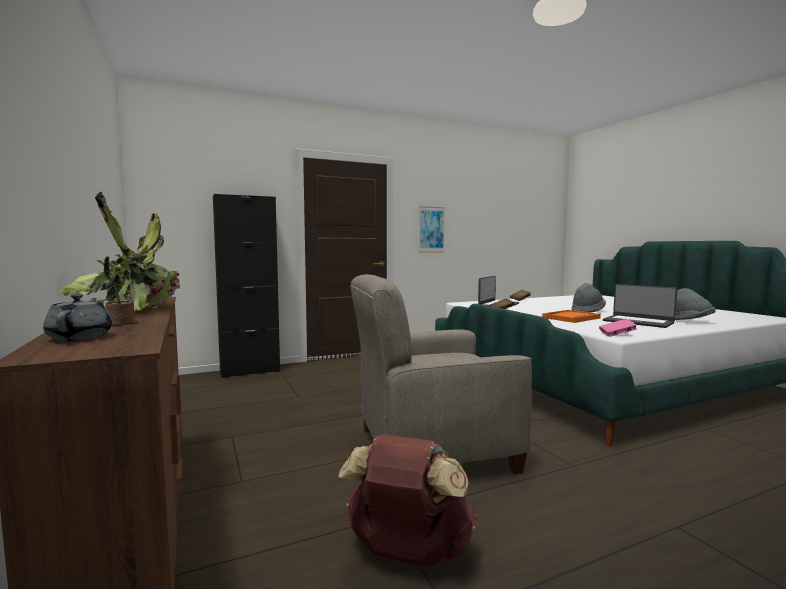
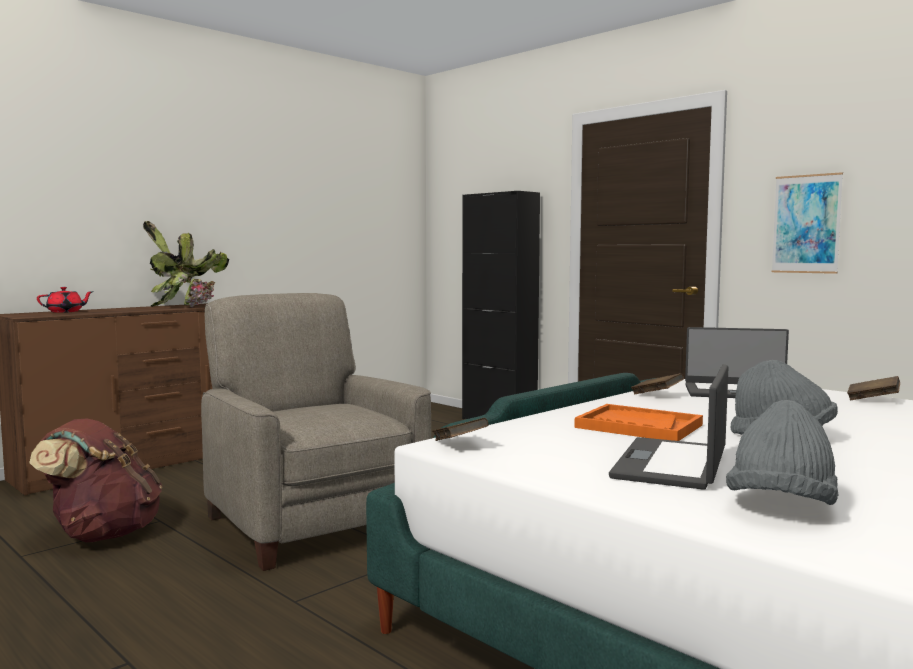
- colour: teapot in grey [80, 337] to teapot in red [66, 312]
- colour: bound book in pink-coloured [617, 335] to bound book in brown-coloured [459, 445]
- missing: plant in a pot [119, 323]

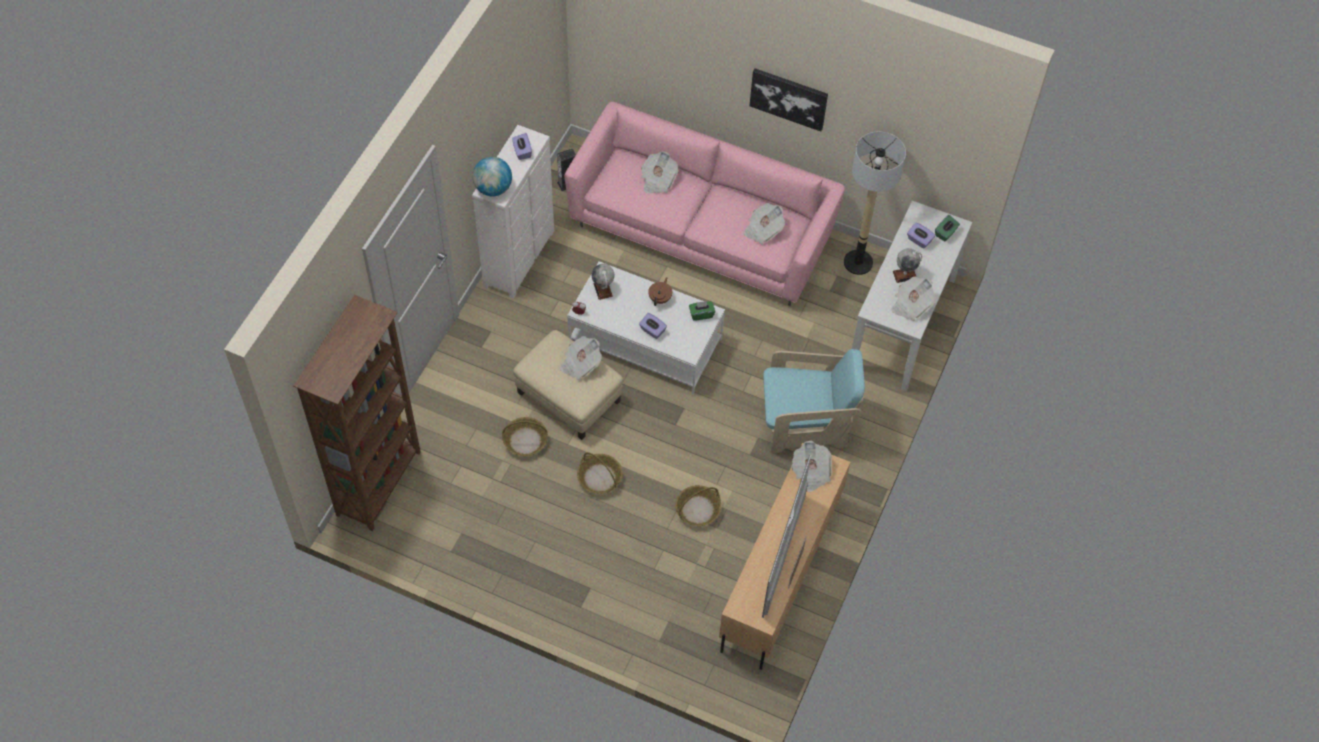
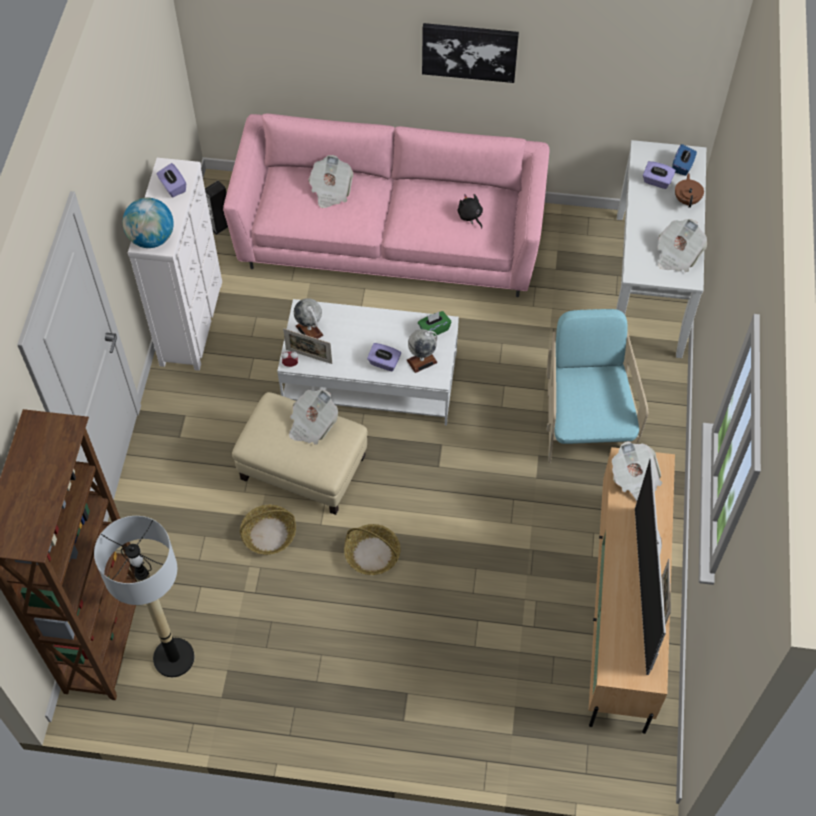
- relocated: floor lamp [858, 262] to [174, 657]
- appeared: picture frame [309, 356]
- relocated: globe [904, 275] to [422, 361]
- exchanged: printed paper [763, 230] to plush toy in black [470, 216]
- spun: easy chair in turquoise [805, 423] = [585, 423] 75 degrees counterclockwise
- colour: tissue holder in green-coloured [945, 233] to tissue holder in bluish [682, 166]
- relocated: teapot in brown-coloured [660, 298] to [687, 200]
- missing: storage basket [698, 509]

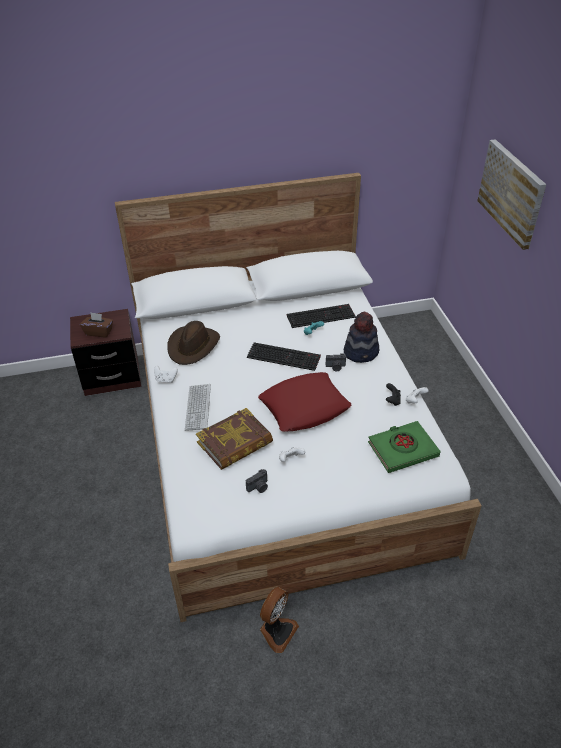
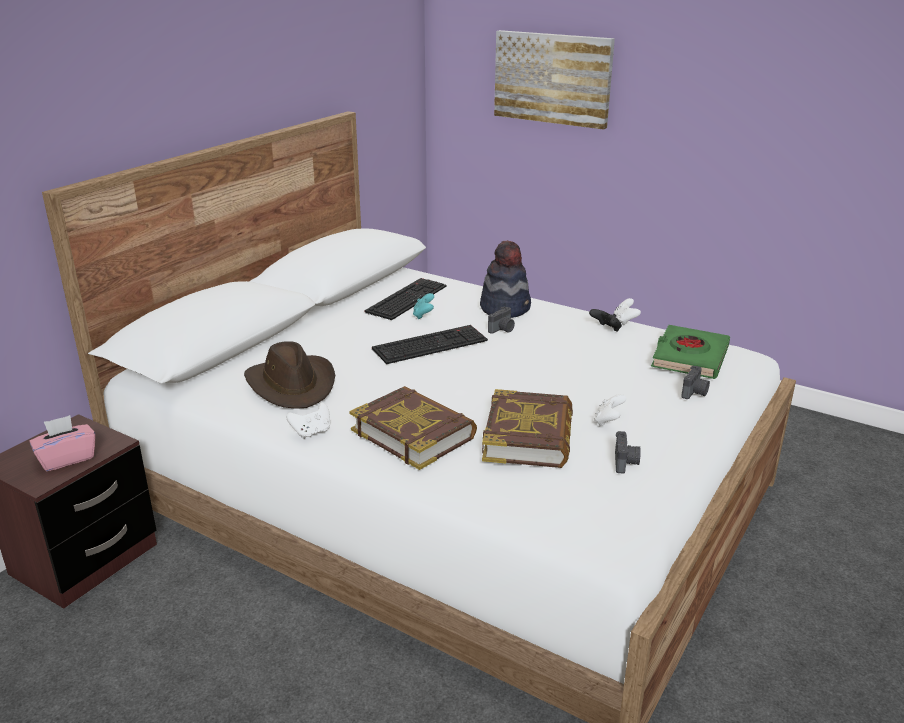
- colour: tissue holder in brown-coloured [99, 332] to tissue holder in pink-coloured [67, 458]
- exchanged: keyboard [198, 407] to bound book [413, 433]
- appeared: still camera [695, 393]
- missing: cushion in red [304, 407]
- missing: electric fan [277, 631]

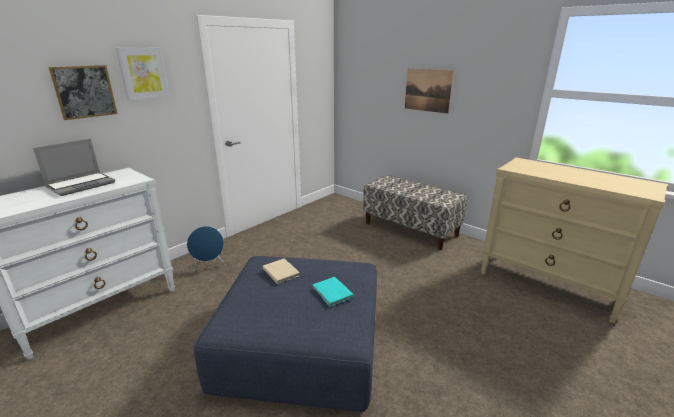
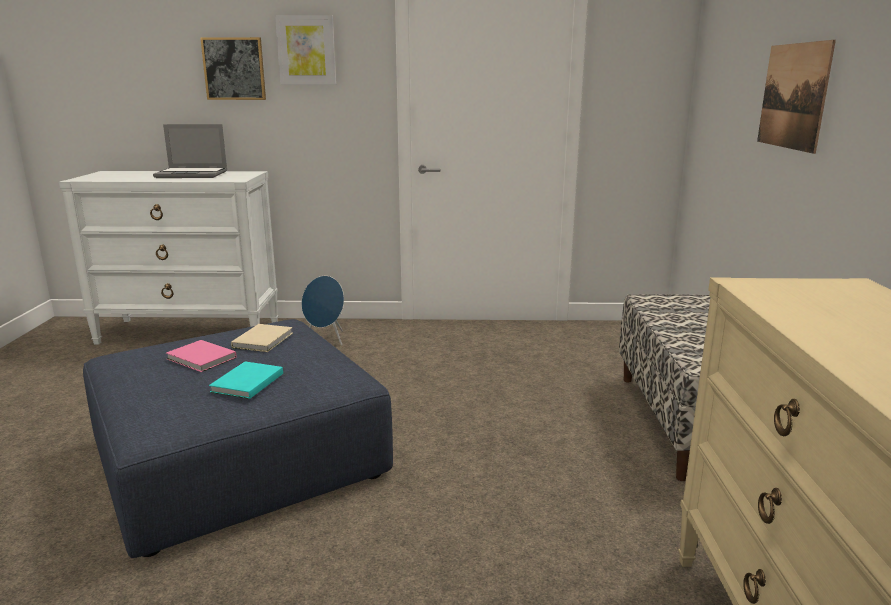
- appeared: bound book in pink-coloured [201, 359]

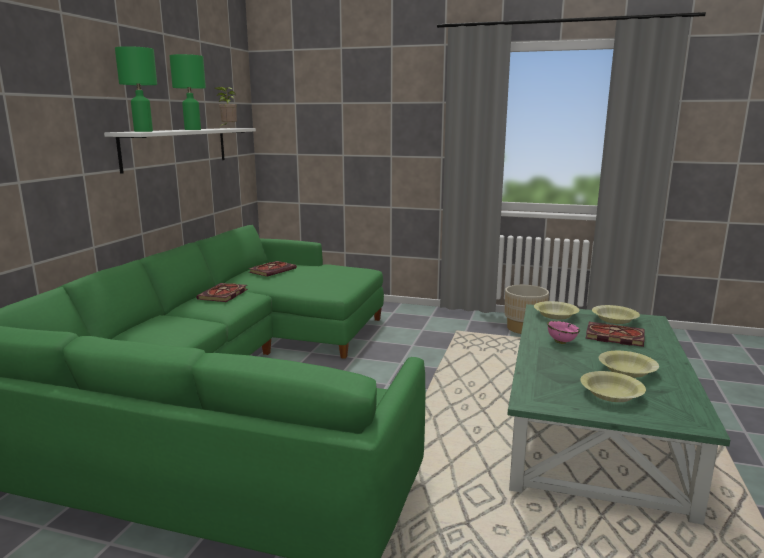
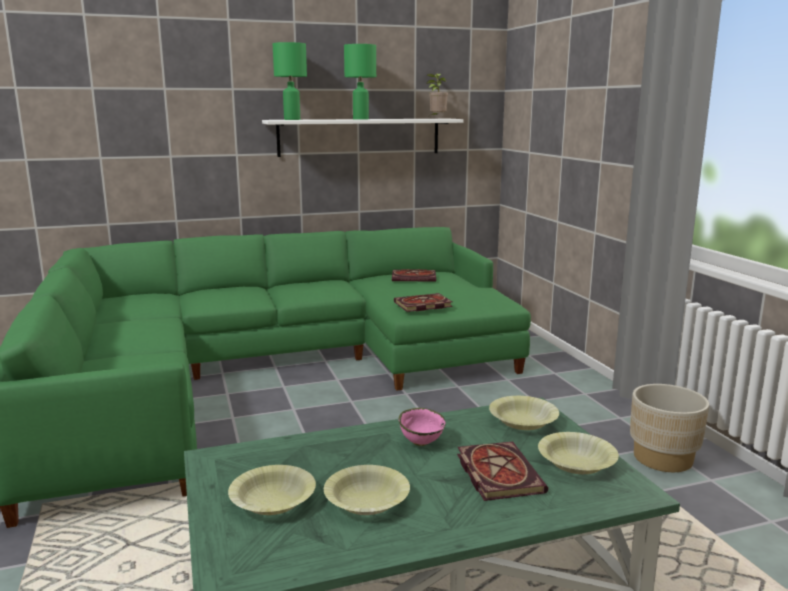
- relocated: bound book [223, 295] to [422, 305]

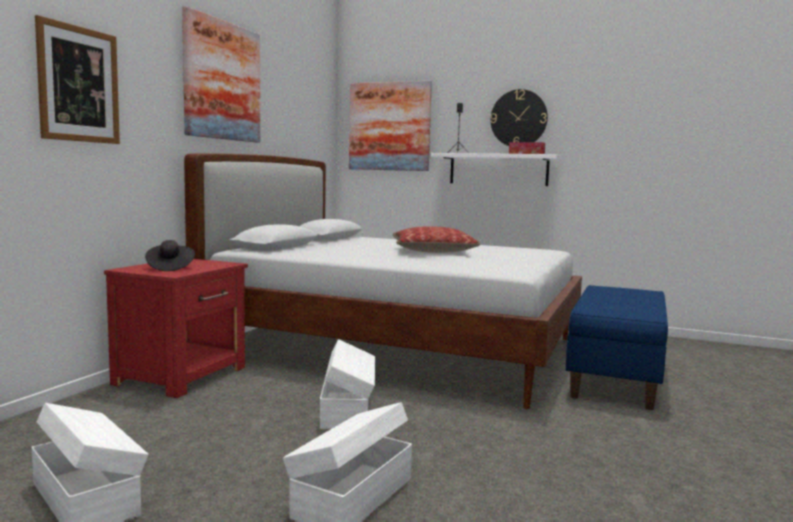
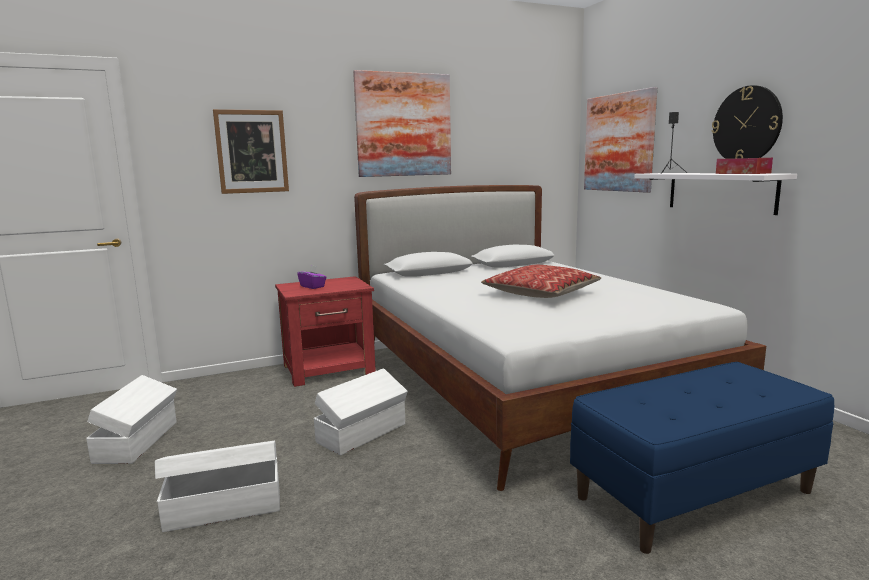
- exchanged: wearable hat in black [170, 268] to tissue holder in purple-coloured [312, 286]

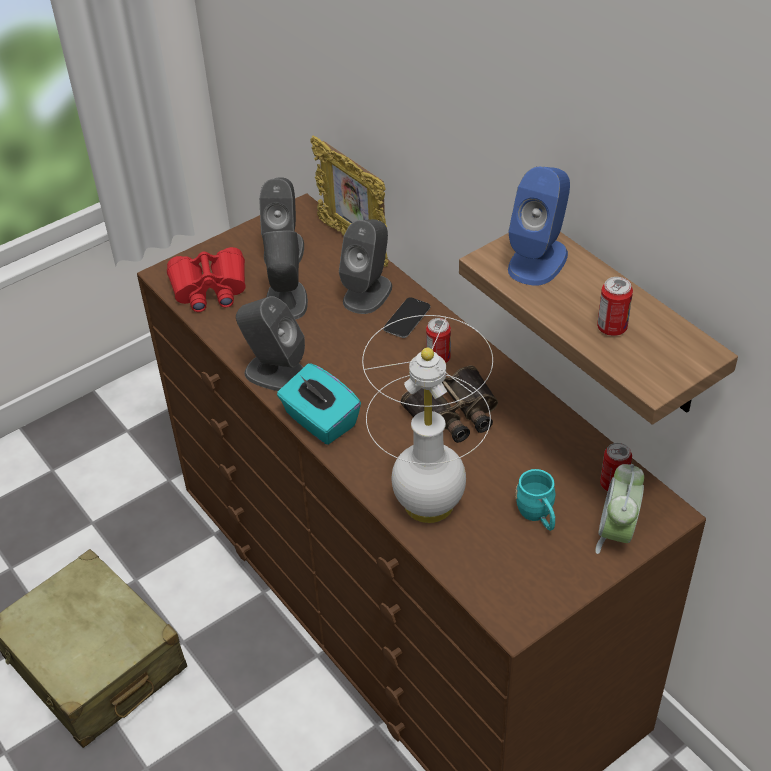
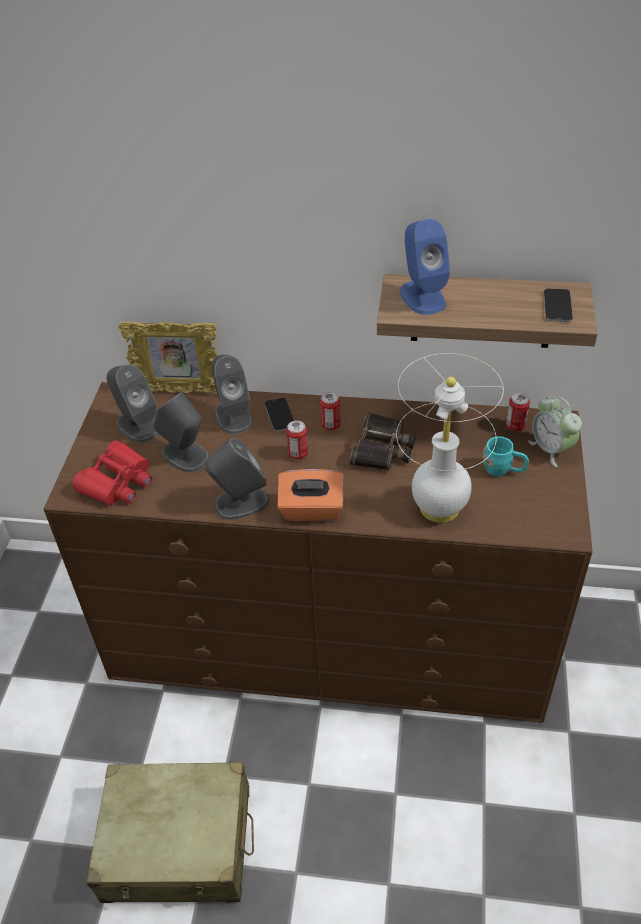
- colour: tissue holder in turquoise [320, 421] to tissue holder in orange [311, 510]
- relocated: can [612, 328] to [298, 454]
- appeared: phone [557, 306]

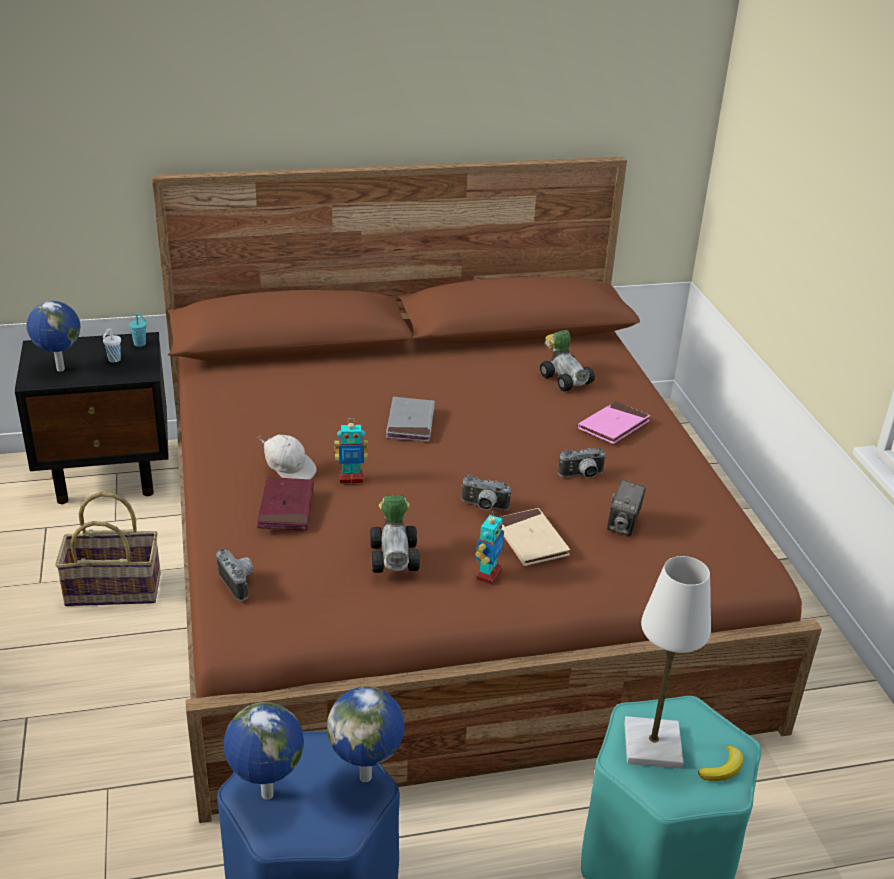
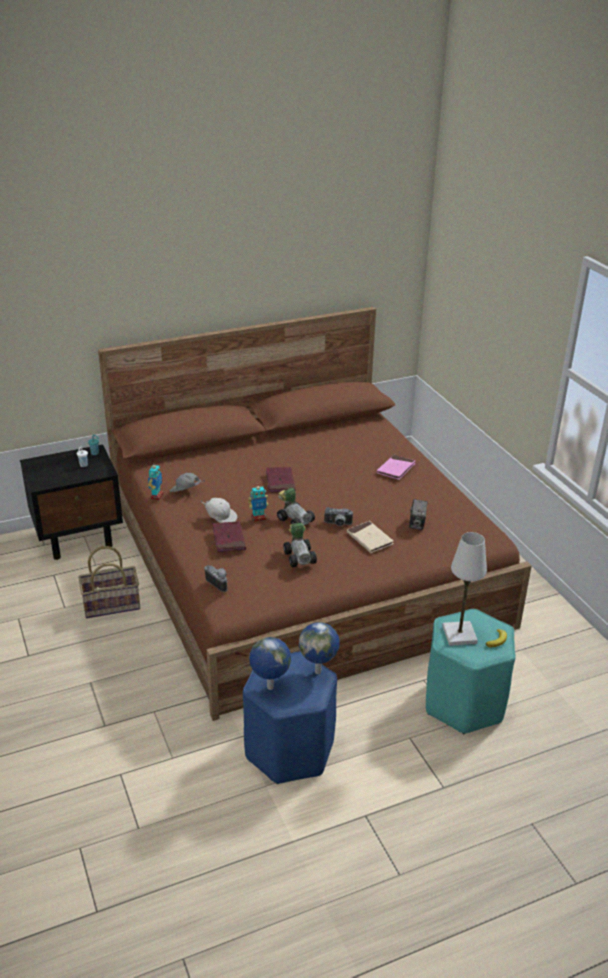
- relocated: robot figure [488, 574] to [156, 496]
- appeared: peaked cap in grey [185, 491]
- colour: bound book in grey [410, 423] to bound book in red [280, 481]
- relocated: toy car [565, 378] to [295, 519]
- missing: globe [59, 369]
- missing: still camera [582, 476]

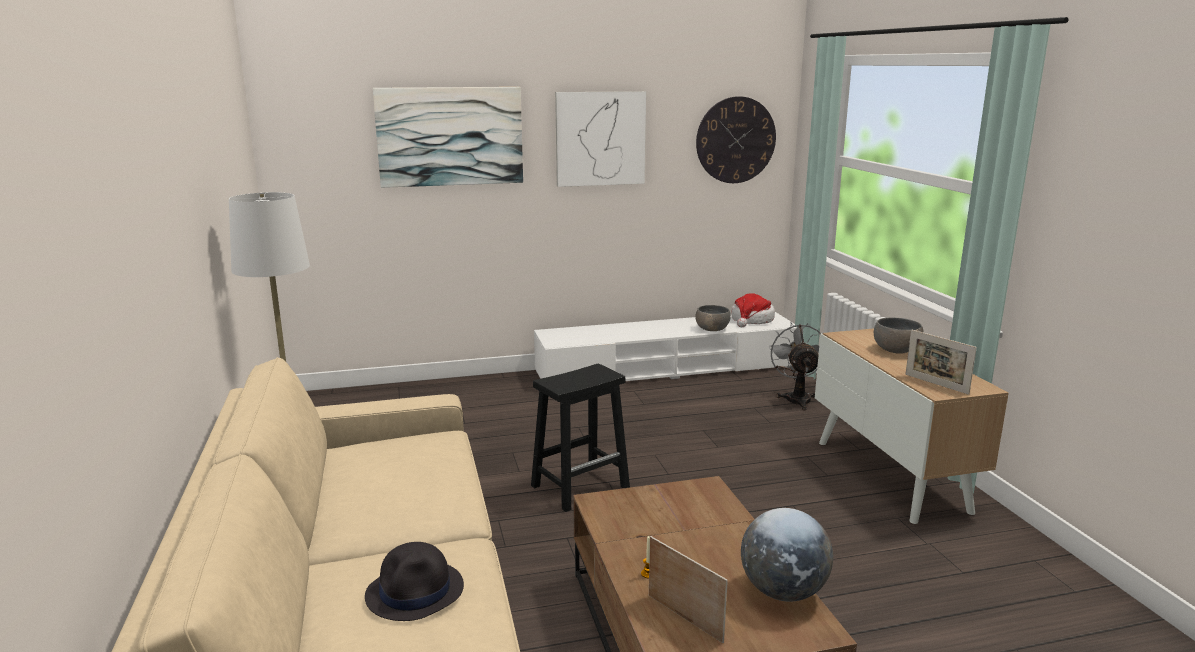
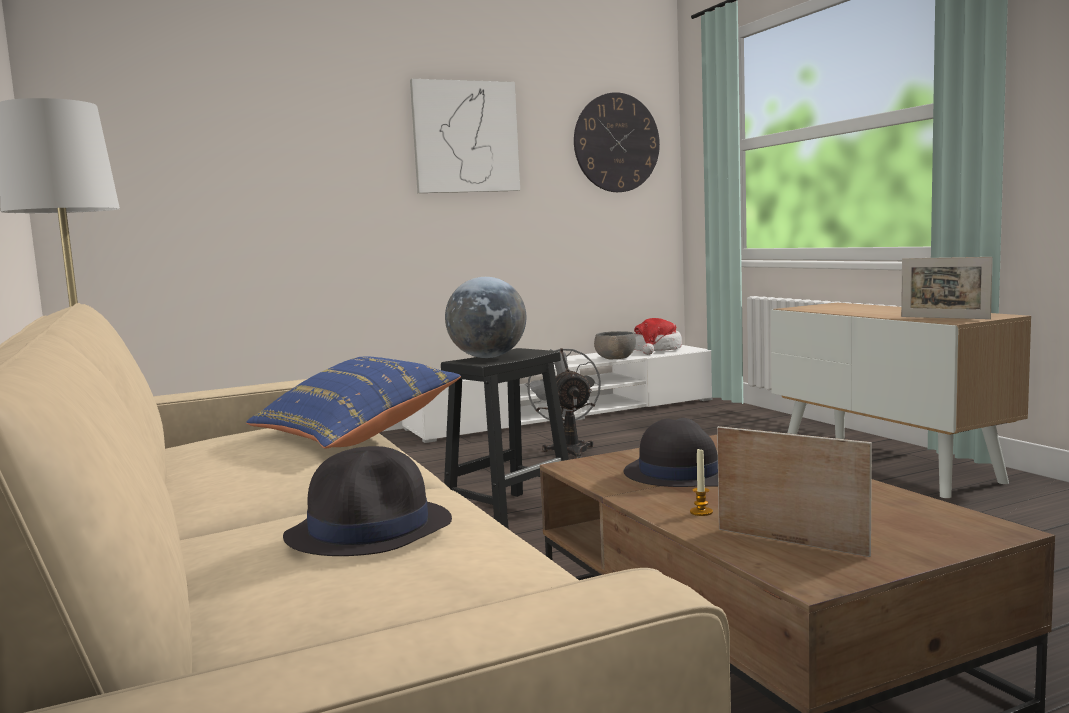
- appeared: cushion in bluish [356, 434]
- relocated: globe [783, 592] to [488, 357]
- relocated: electric fan in grey [796, 398] to [568, 449]
- appeared: wearable hat in black [678, 473]
- missing: wall art [450, 136]
- missing: bowl in grey [896, 350]

